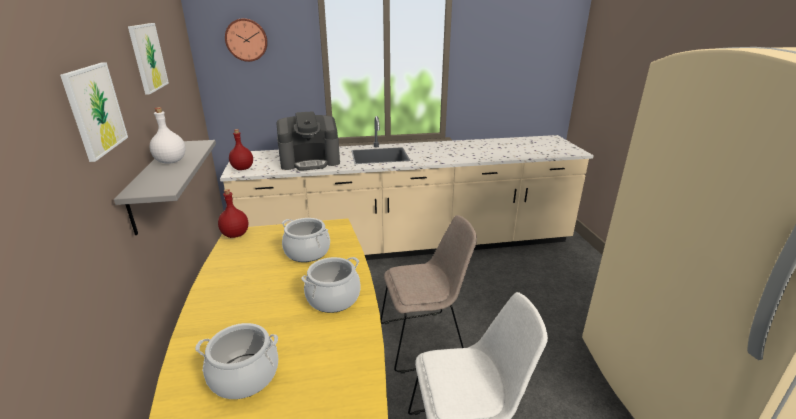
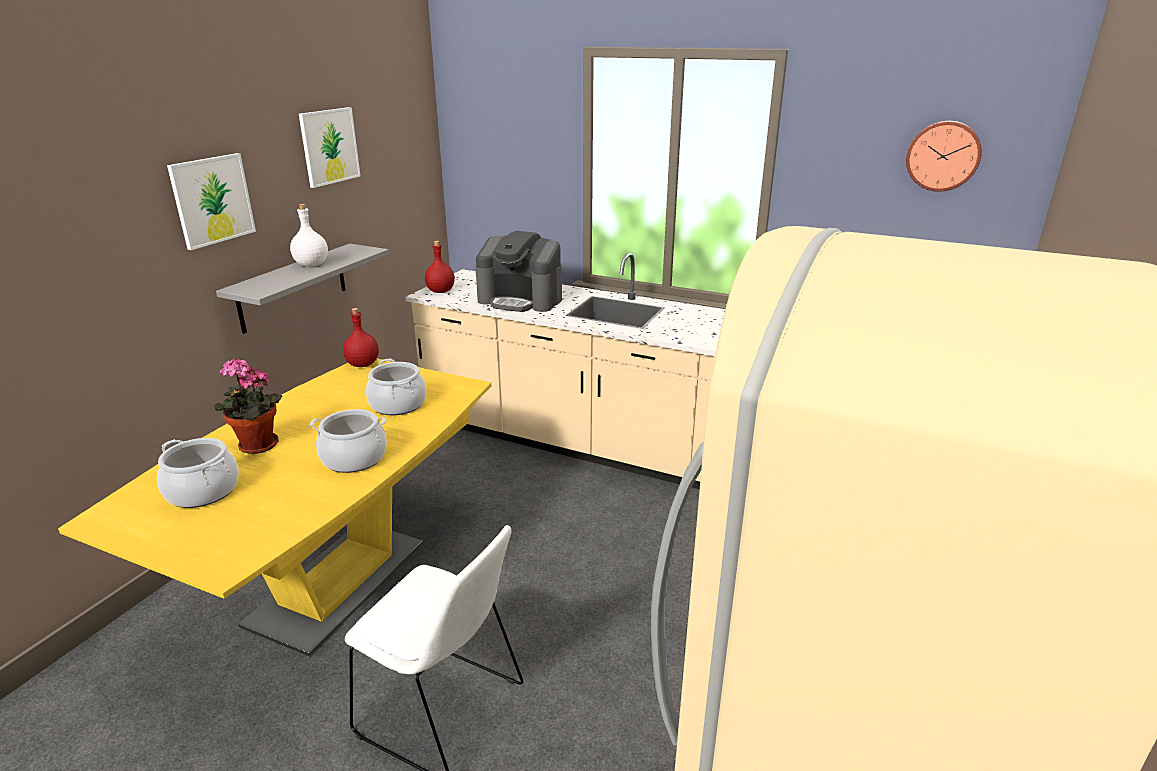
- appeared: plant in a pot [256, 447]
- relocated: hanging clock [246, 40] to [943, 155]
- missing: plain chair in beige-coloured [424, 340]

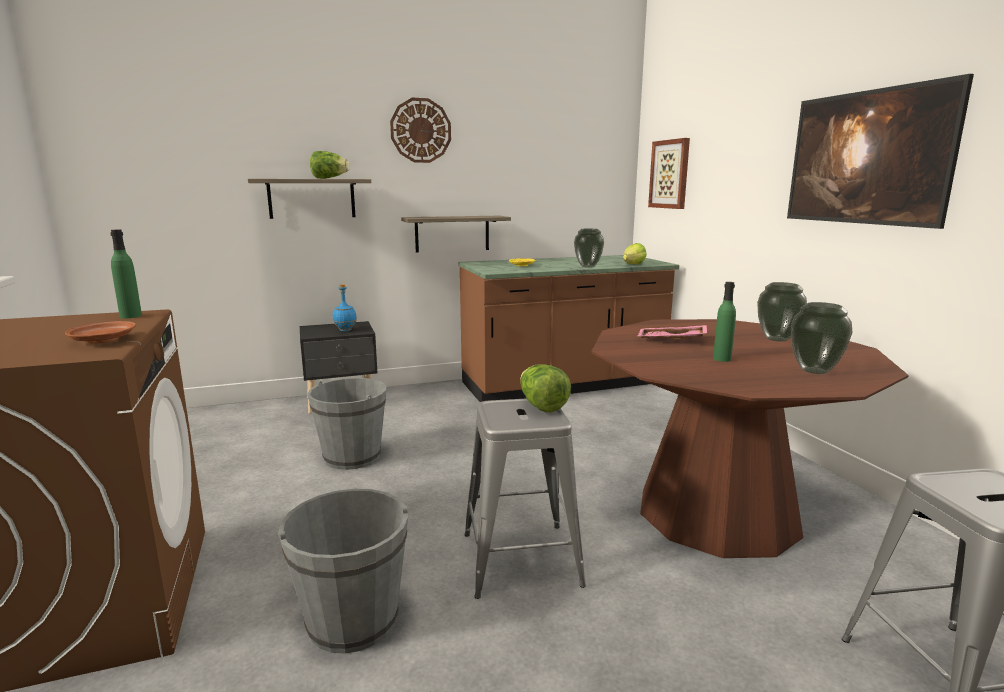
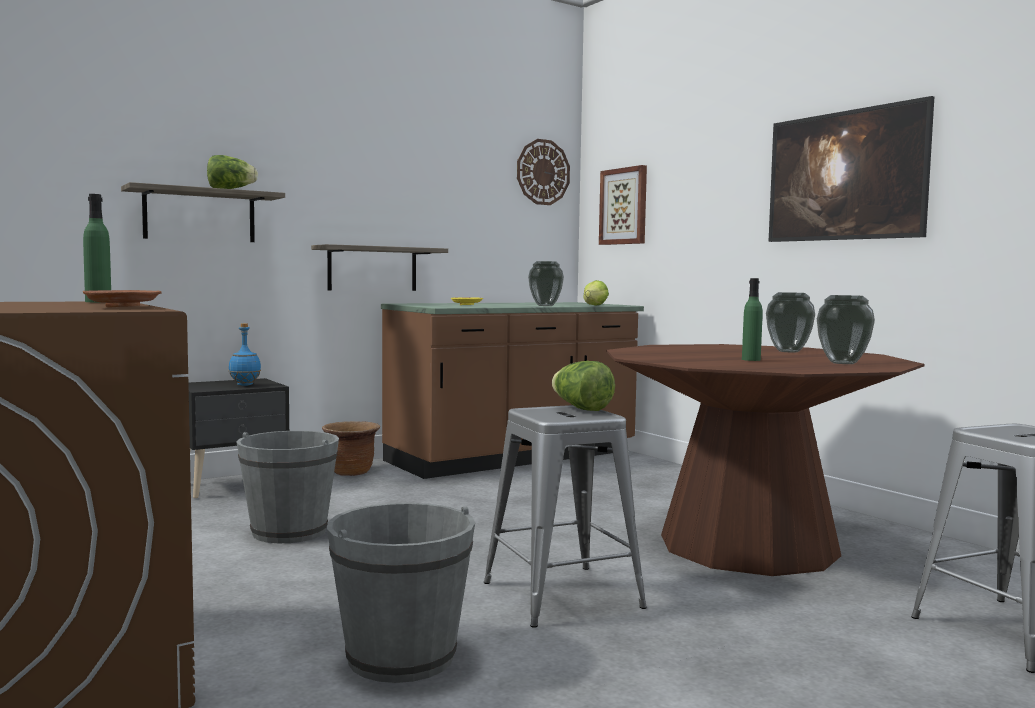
- appeared: flower pot in brown-coloured [351, 472]
- relocated: hanging clock [420, 130] to [543, 172]
- missing: serving tray in pink-coloured [671, 341]

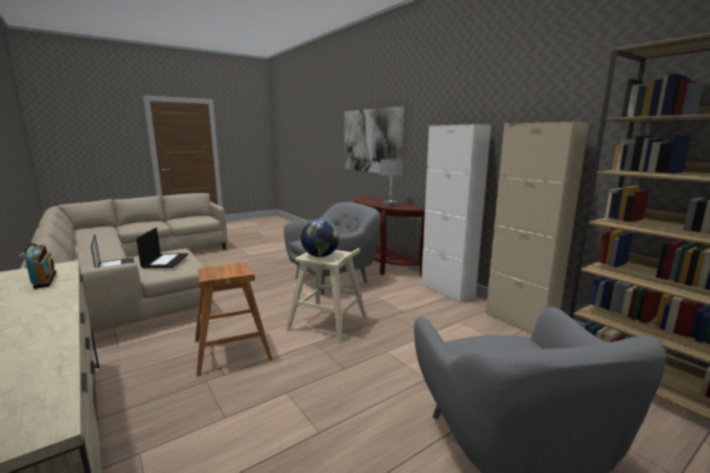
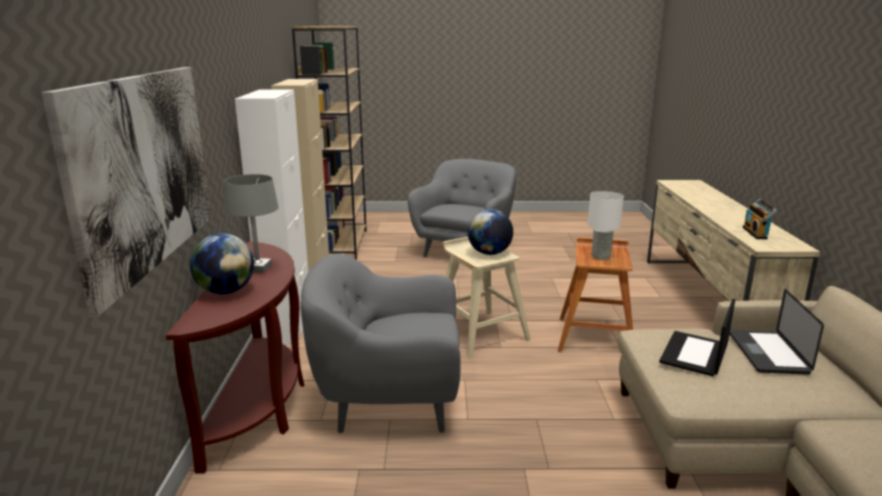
- appeared: globe [226, 291]
- appeared: table lamp in white-coloured [600, 256]

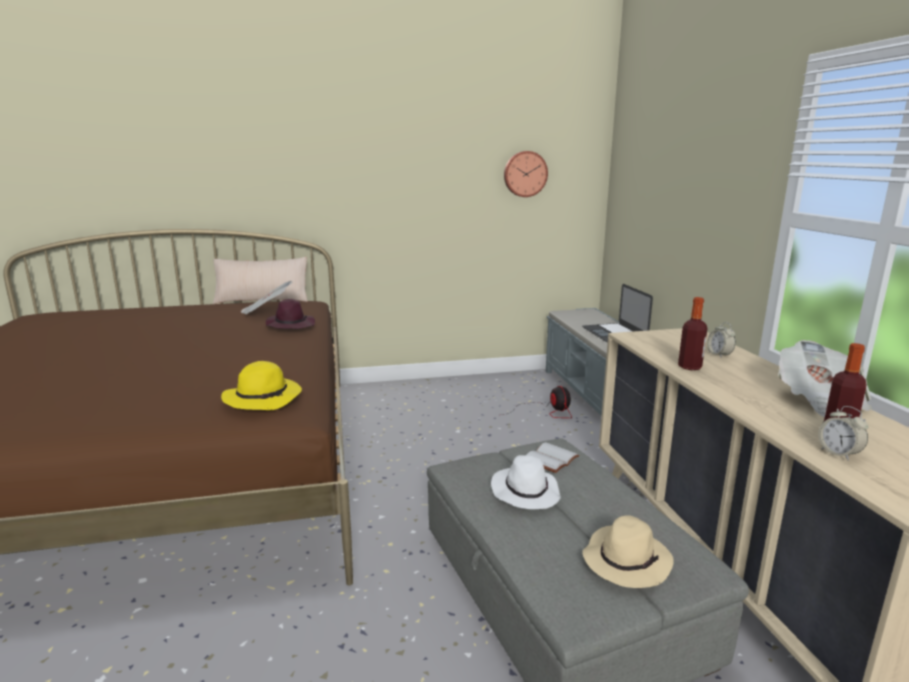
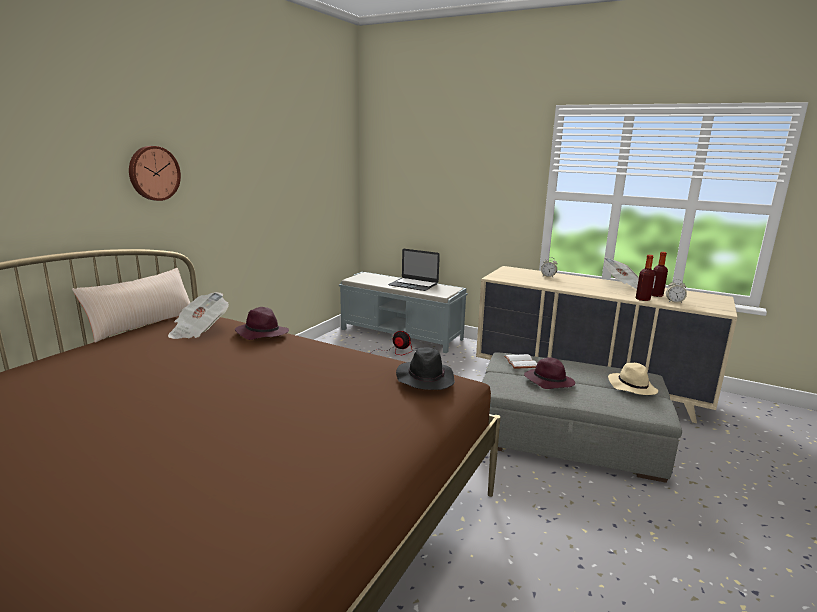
- relocated: hanging clock [525, 174] to [153, 173]
- colour: wearable hat in yellow [264, 398] to wearable hat in black [425, 379]
- colour: wearable hat in white-coloured [525, 492] to wearable hat in purple-coloured [548, 381]
- relocated: beverage bottle [689, 367] to [642, 299]

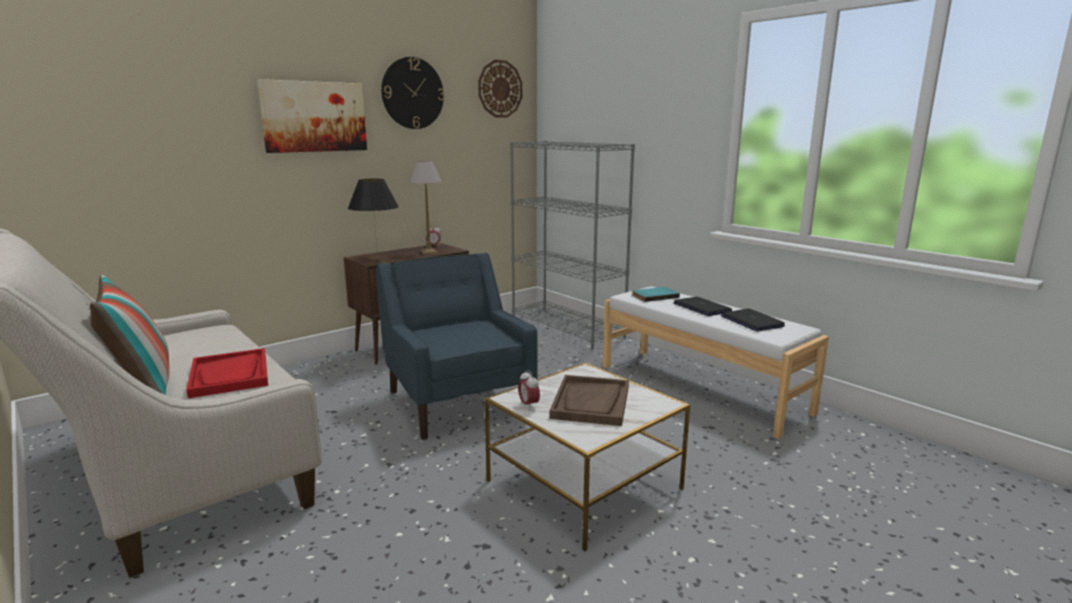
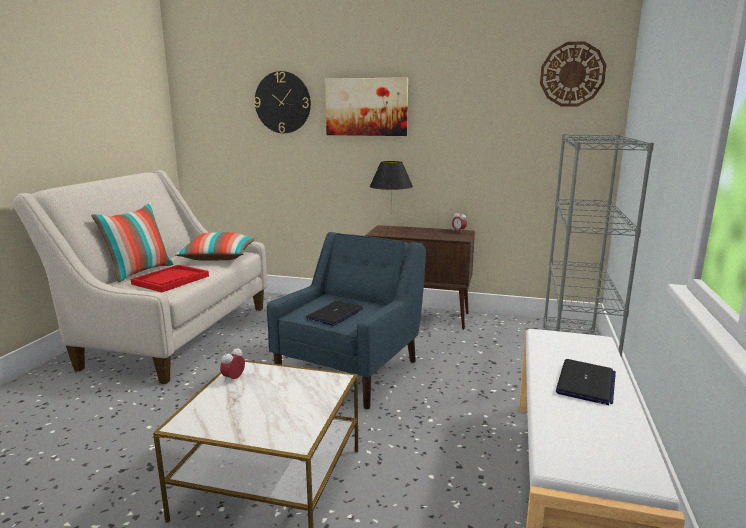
- appeared: cushion [218, 257]
- relocated: hanging clock [412, 93] to [282, 102]
- relocated: notebook computer [751, 321] to [335, 314]
- missing: table lamp [429, 252]
- missing: serving tray in brown-coloured [591, 402]
- missing: bound book in turquoise [654, 296]

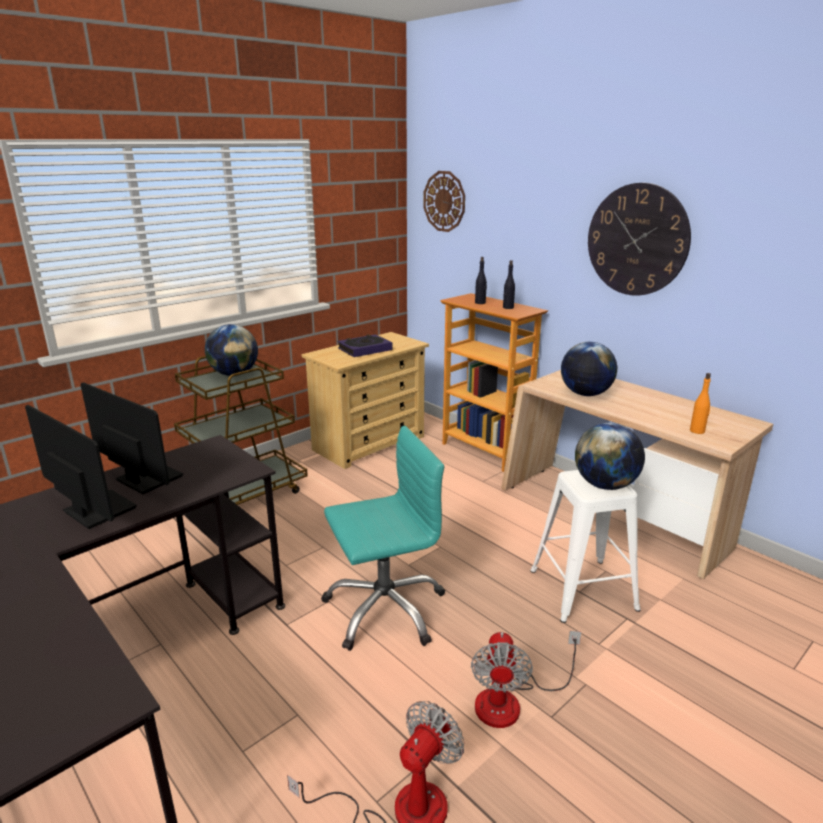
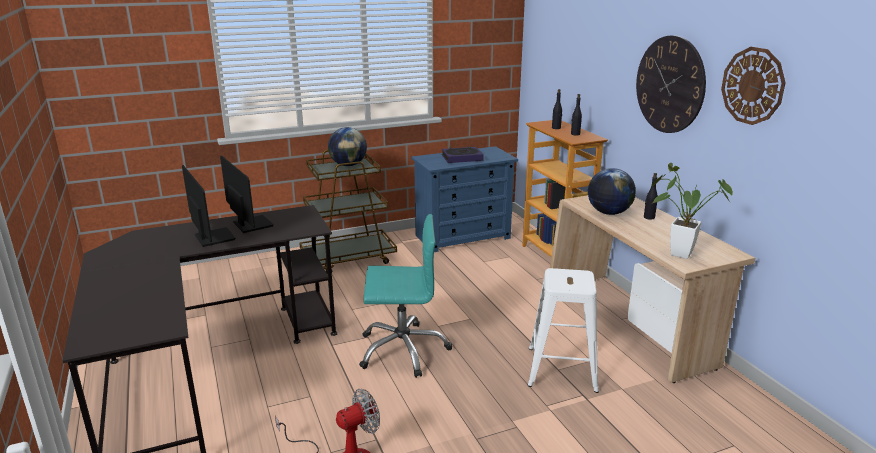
- colour: chest of drawers in beige-coloured [369, 443] to chest of drawers in bluish [463, 236]
- appeared: beverage bottle in black [649, 217]
- exchanged: beverage bottle in orange [697, 431] to plant in a pot [675, 253]
- relocated: hanging clock [444, 201] to [752, 86]
- missing: electric fan [511, 701]
- missing: globe [605, 485]

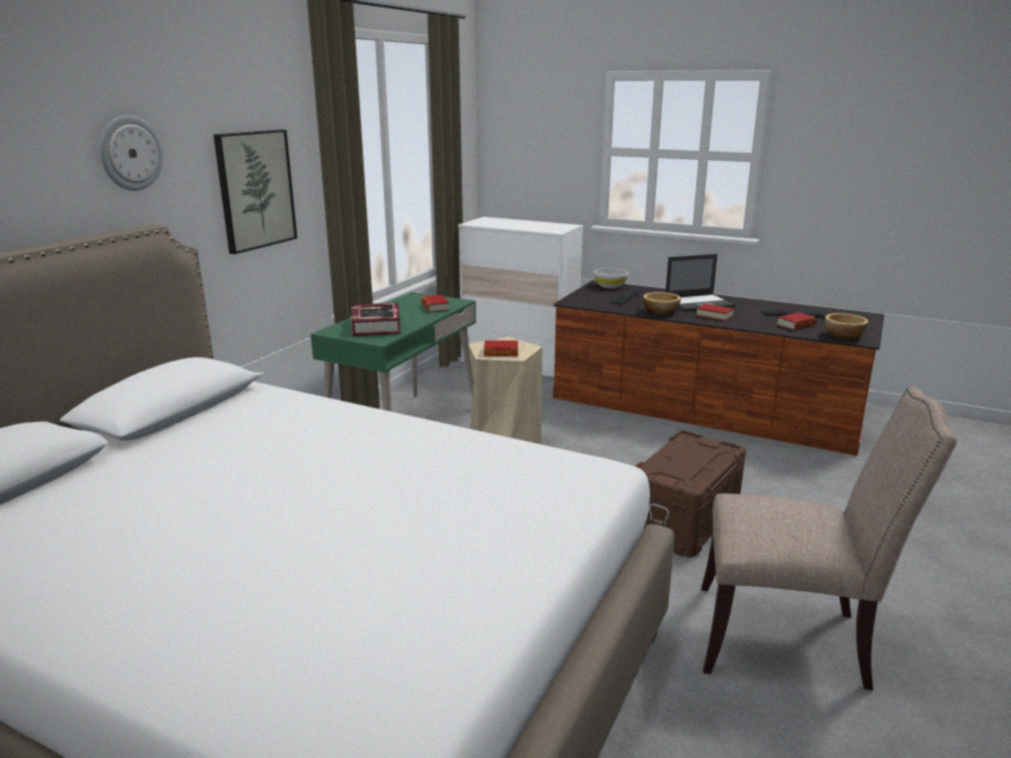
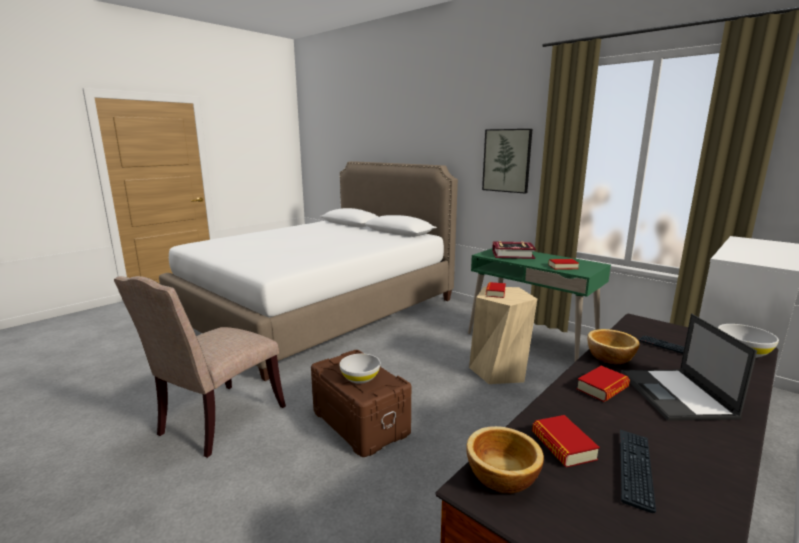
- appeared: bowl in white-coloured [360, 378]
- missing: hanging clock [130, 153]

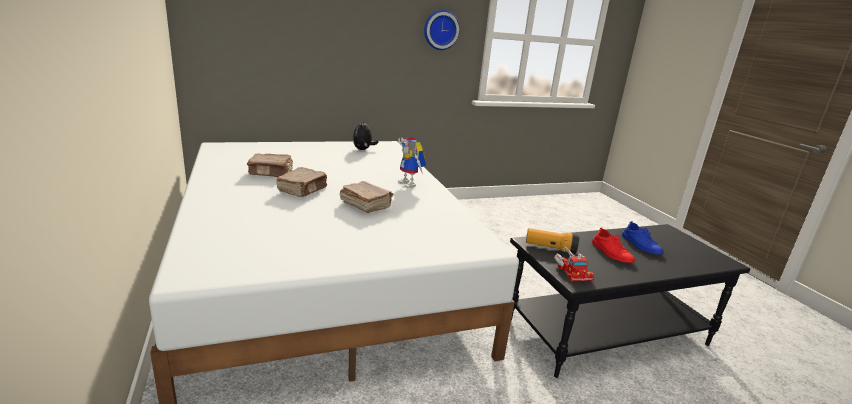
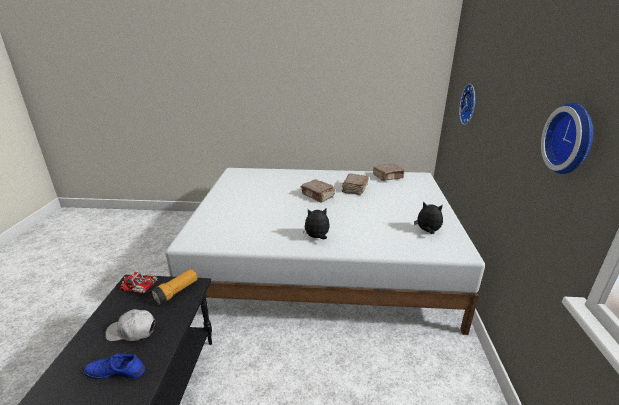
- exchanged: low shoe in red [611, 253] to peaked cap in white-coloured [132, 331]
- exchanged: robot figure [410, 184] to plush toy [317, 237]
- relocated: bound book in brown-coloured [365, 205] to [388, 177]
- appeared: hanging clock [470, 104]

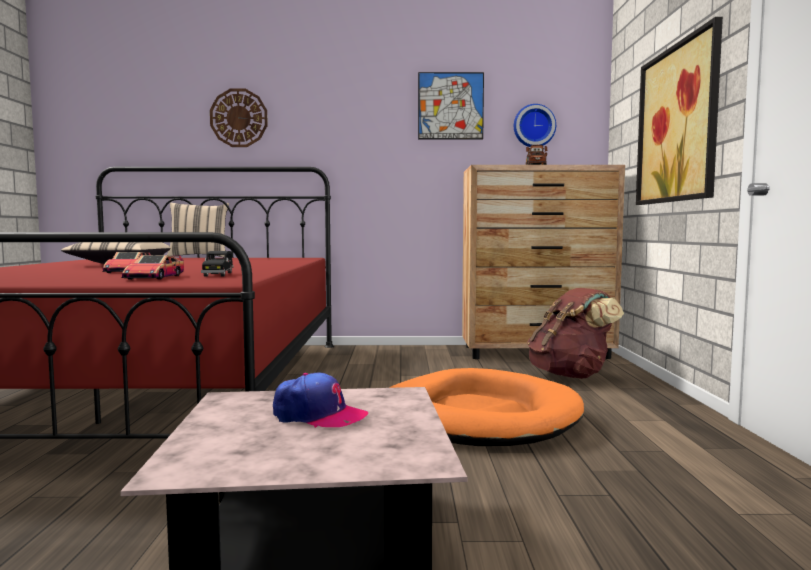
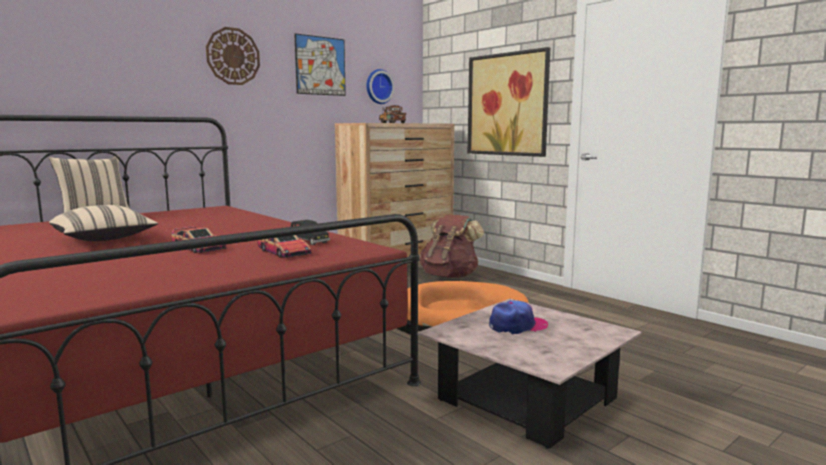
- relocated: hanging clock [239, 118] to [233, 56]

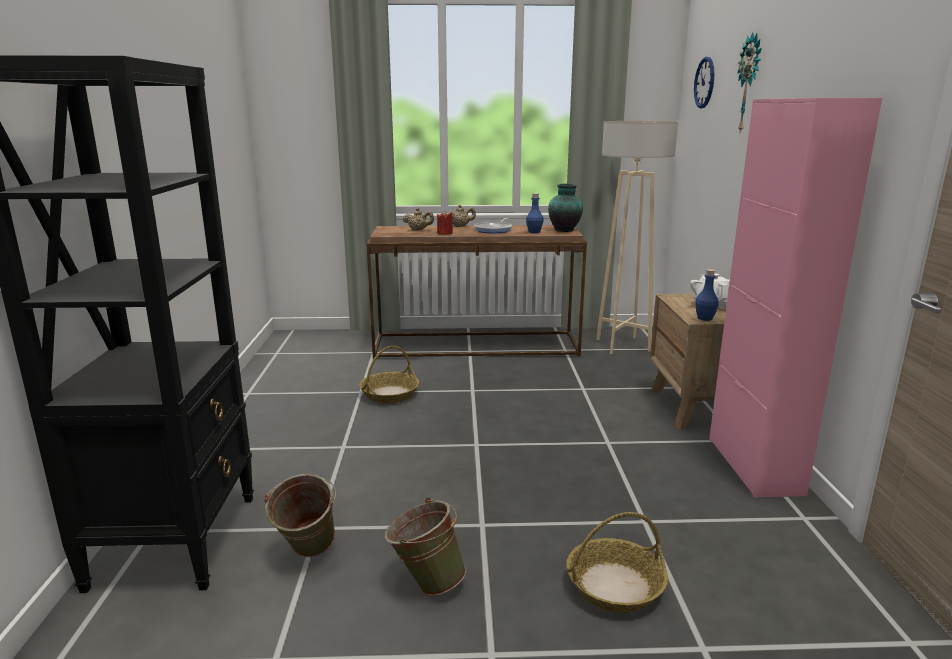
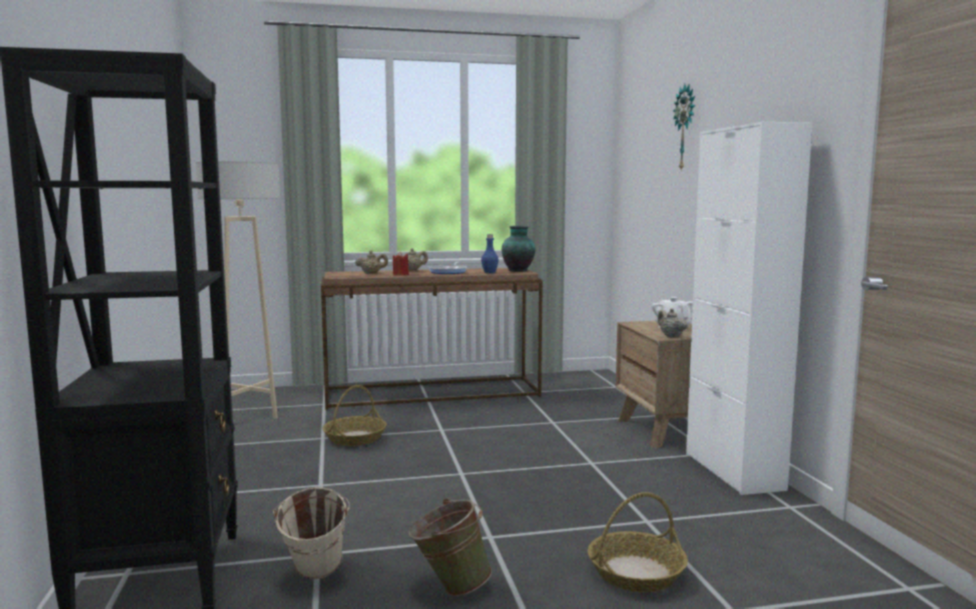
- relocated: floor lamp in beige-coloured [623, 345] to [250, 413]
- colour: pail in green-coloured [307, 555] to pail in beige-coloured [314, 577]
- exchanged: beverage bottle in bluish [705, 318] to teapot in beige-coloured [670, 336]
- colour: cabinet in pink-coloured [754, 465] to cabinet in white-coloured [733, 471]
- missing: hanging clock [704, 82]

